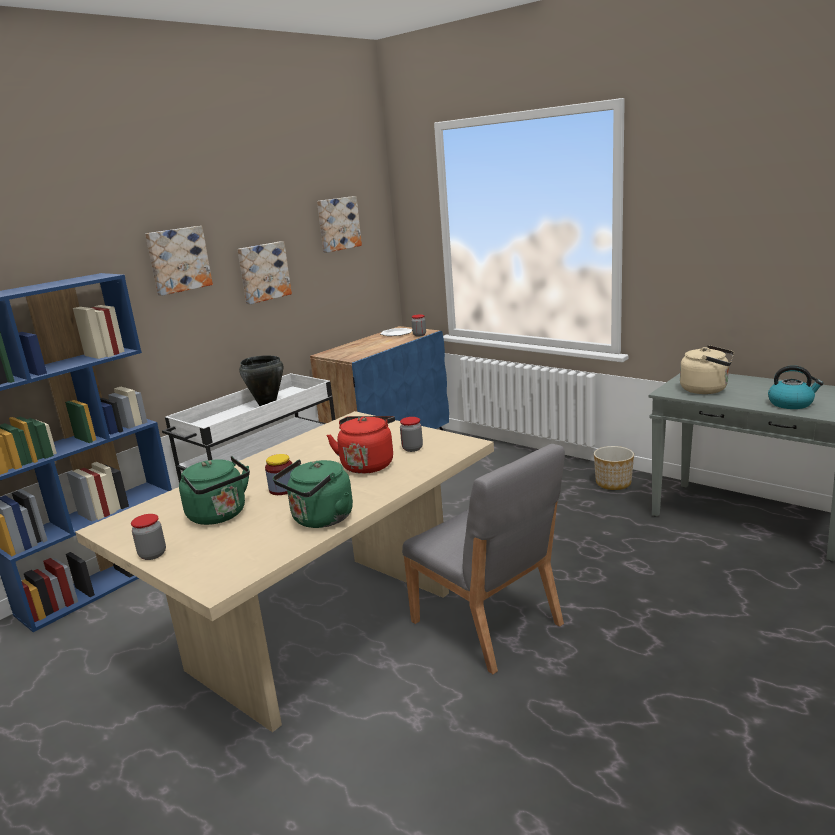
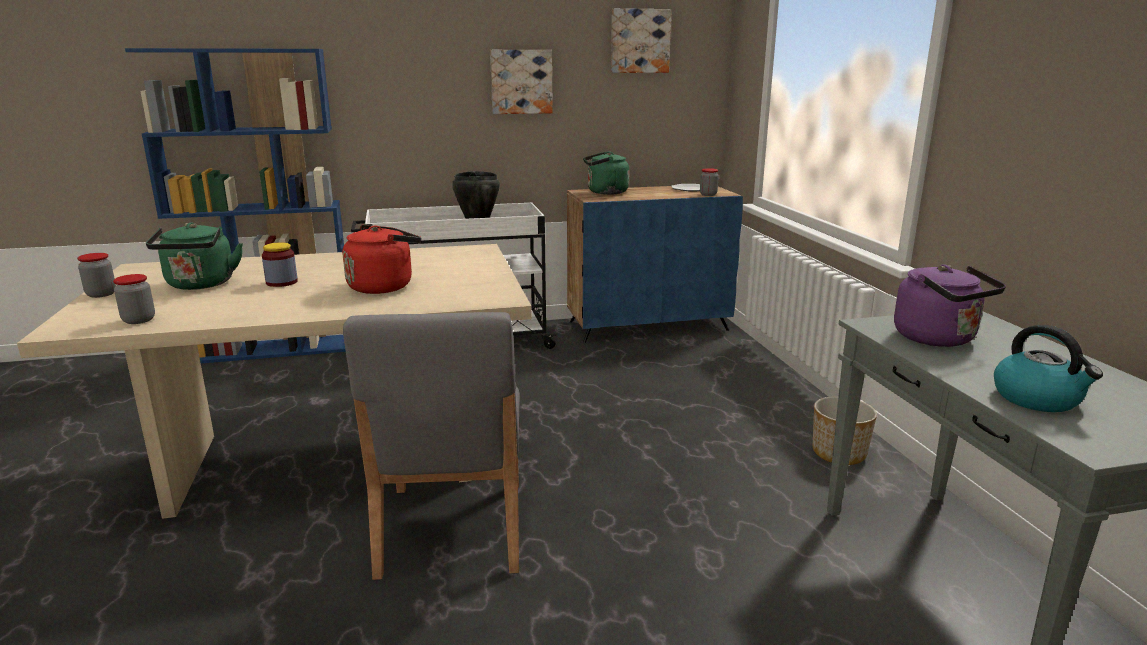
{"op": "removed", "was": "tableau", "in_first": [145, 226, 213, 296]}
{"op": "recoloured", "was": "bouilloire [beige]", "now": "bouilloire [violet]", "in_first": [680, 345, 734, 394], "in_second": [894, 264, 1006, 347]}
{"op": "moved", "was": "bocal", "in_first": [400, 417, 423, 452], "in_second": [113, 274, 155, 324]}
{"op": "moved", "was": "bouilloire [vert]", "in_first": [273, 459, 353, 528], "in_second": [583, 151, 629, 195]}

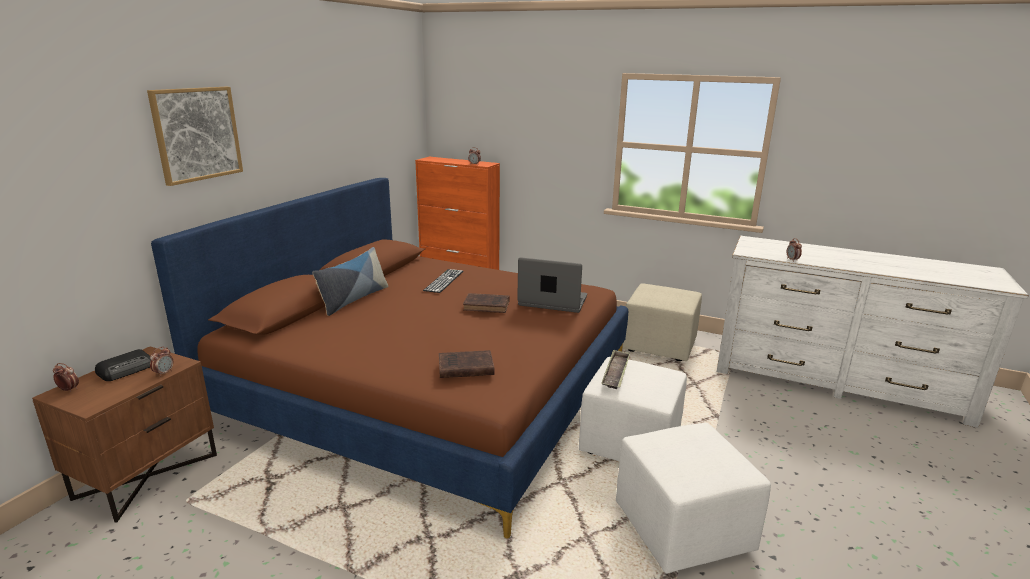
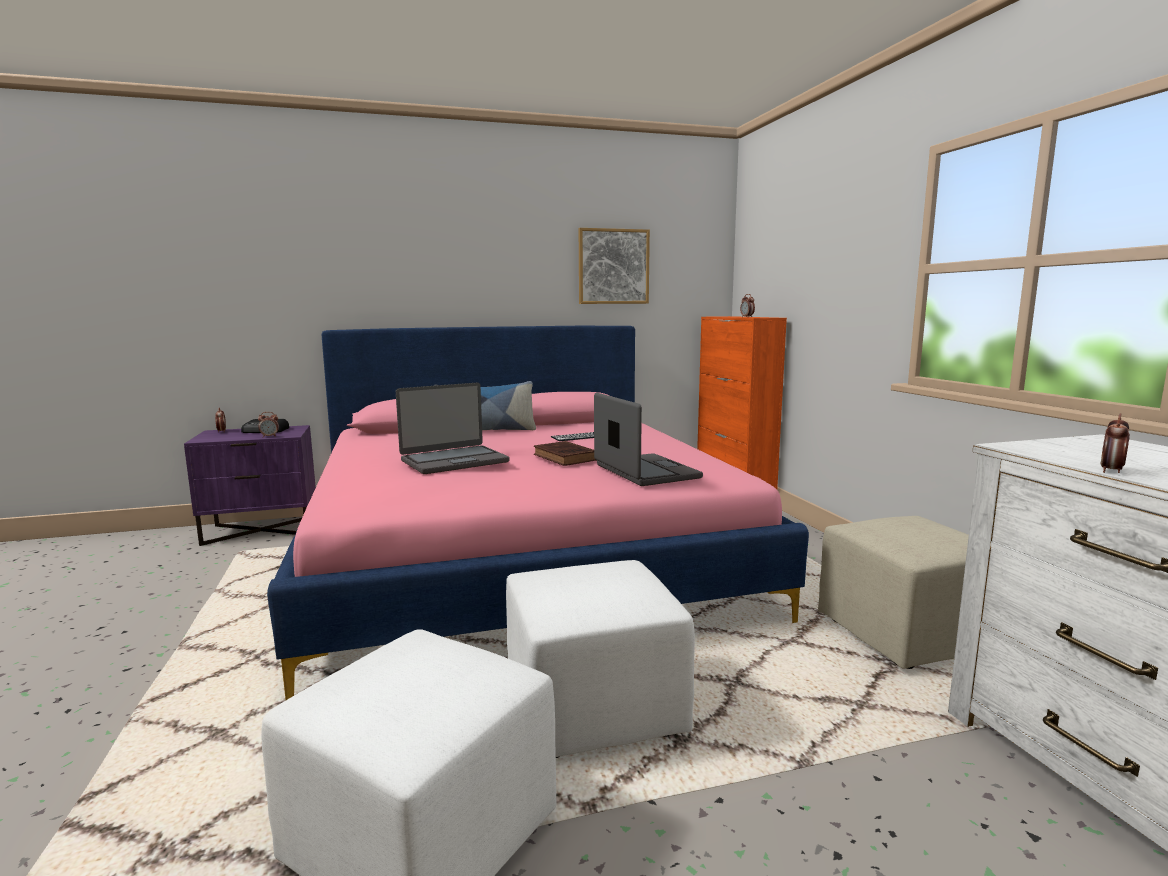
{"op": "moved", "was": "tableau", "in_first": [147, 87, 243, 186], "in_second": [579, 228, 650, 304]}
{"op": "recoloured", "was": "lit [marron]", "now": "lit [rose]", "in_first": [151, 178, 628, 539], "in_second": [267, 326, 809, 700]}
{"op": "recoloured", "was": "table de chevet [marron]", "now": "table de chevet [violet]", "in_first": [32, 346, 217, 522], "in_second": [184, 425, 316, 546]}
{"op": "removed", "was": "plateau", "in_first": [602, 349, 630, 389]}
{"op": "removed", "was": "livre [marron]", "in_first": [439, 350, 495, 378]}
{"op": "added", "now": "ordinateur portable", "in_second": [396, 383, 510, 474]}

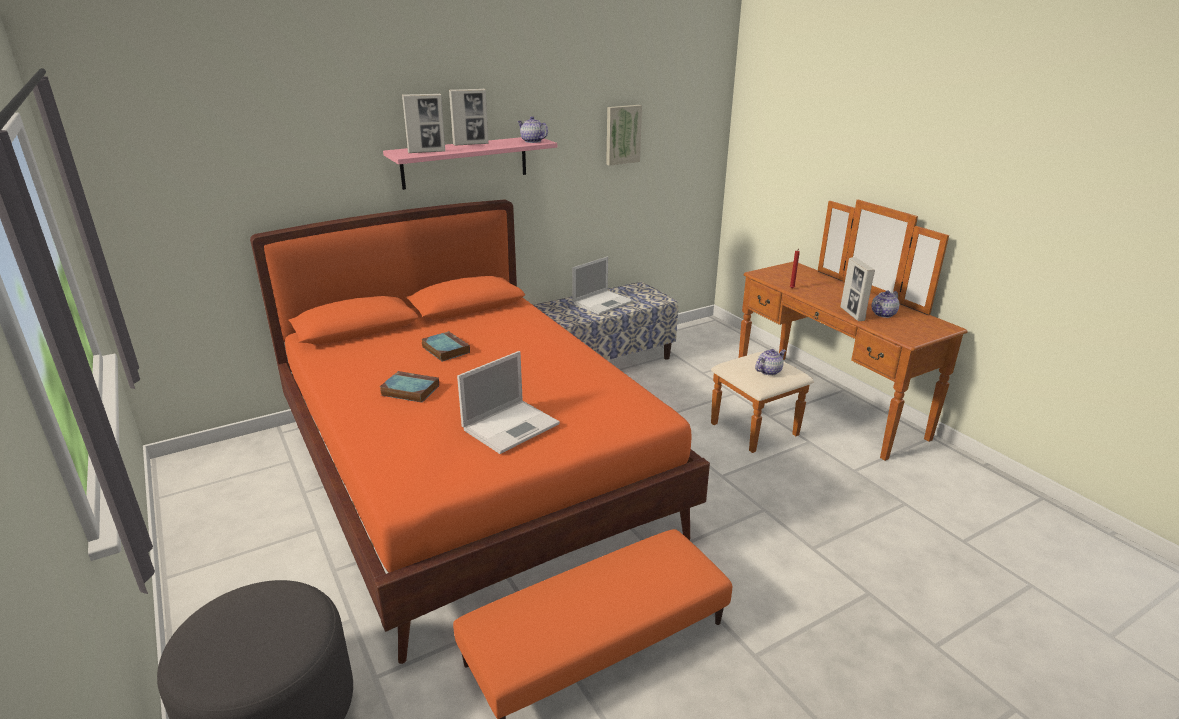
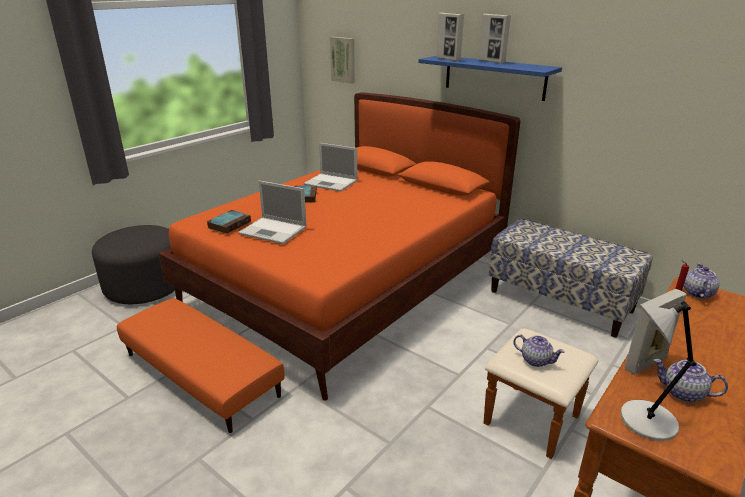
{"op": "moved", "was": "tableau", "in_first": [606, 105, 642, 166], "in_second": [330, 37, 355, 84]}
{"op": "moved", "was": "théière", "in_first": [517, 116, 548, 143], "in_second": [684, 263, 720, 299]}
{"op": "recoloured", "was": "étagère [rose]", "now": "étagère [bleu]", "in_first": [383, 137, 557, 190], "in_second": [418, 56, 562, 101]}
{"op": "moved", "was": "ordinateur portable", "in_first": [572, 256, 633, 315], "in_second": [303, 143, 358, 192]}
{"op": "moved", "was": "livre", "in_first": [422, 331, 470, 362], "in_second": [206, 210, 251, 234]}
{"op": "added", "now": "lampe de table [gris]", "in_second": [620, 301, 696, 441]}

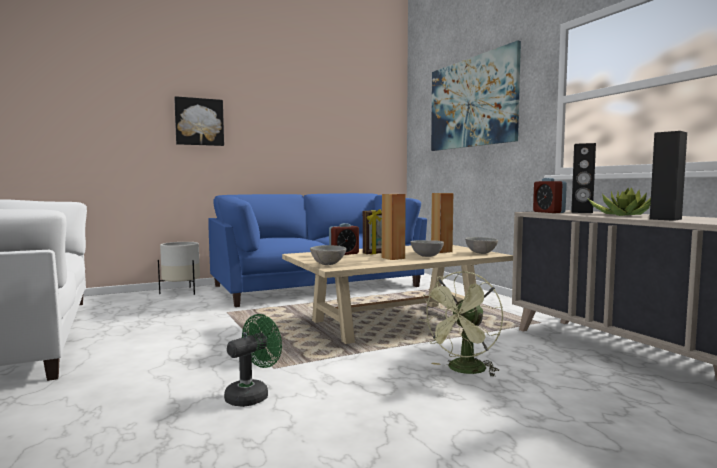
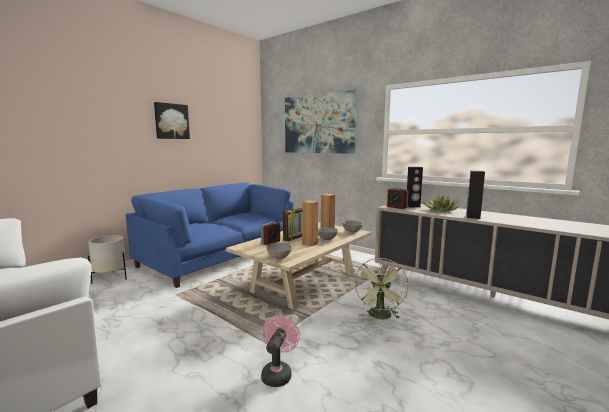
{"op": "moved", "was": "tableau", "in_first": [174, 96, 224, 146], "in_second": [154, 102, 190, 139]}
{"op": "recoloured", "was": "ventilateur [vert]", "now": "ventilateur [rose]", "in_first": [224, 314, 282, 407], "in_second": [261, 315, 300, 387]}

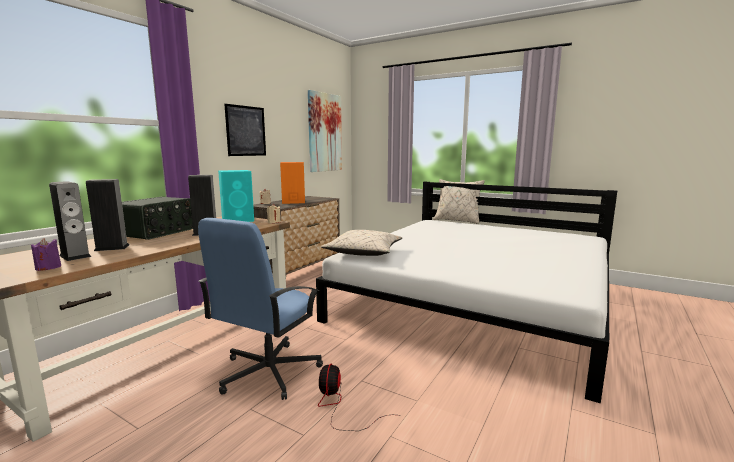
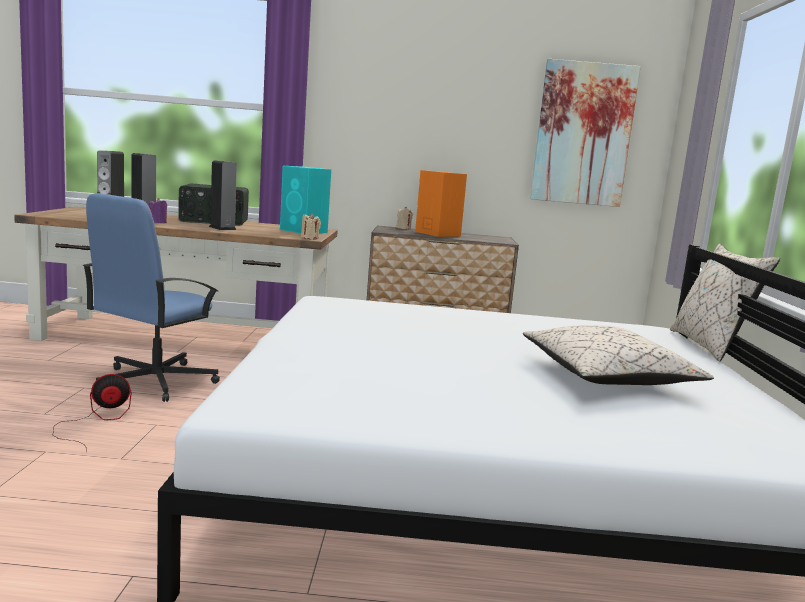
{"op": "removed", "was": "tableau", "in_first": [224, 104, 266, 156]}
{"op": "turned", "was": "chaise de bureau [bleu]", "in_first": [198, 218, 323, 400], "in_second": [82, 193, 220, 402], "clockwise": -60}
{"op": "moved", "was": "coussin [beige]", "in_first": [321, 230, 402, 256], "in_second": [523, 325, 714, 385]}
{"op": "moved", "was": "bougie [violet]", "in_first": [31, 238, 61, 271], "in_second": [149, 198, 167, 223]}

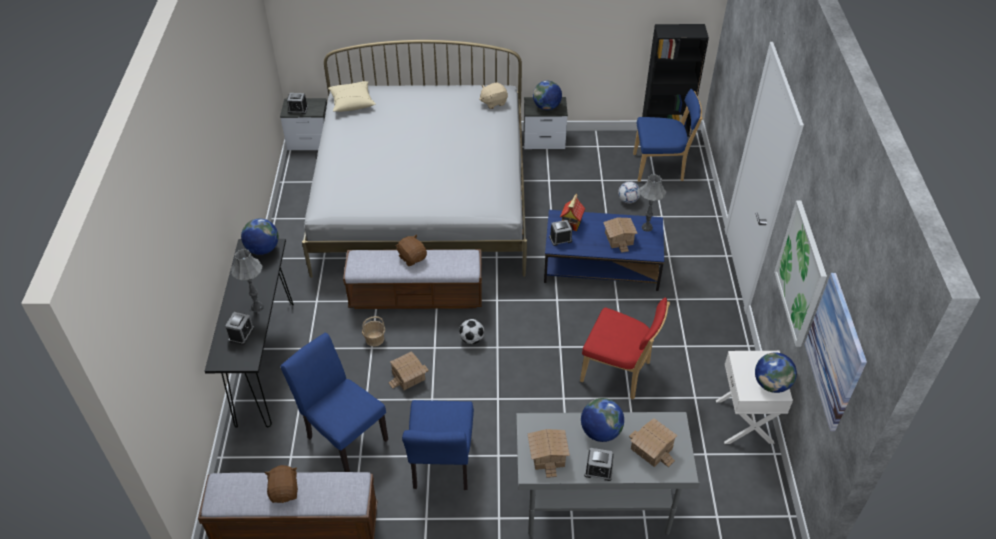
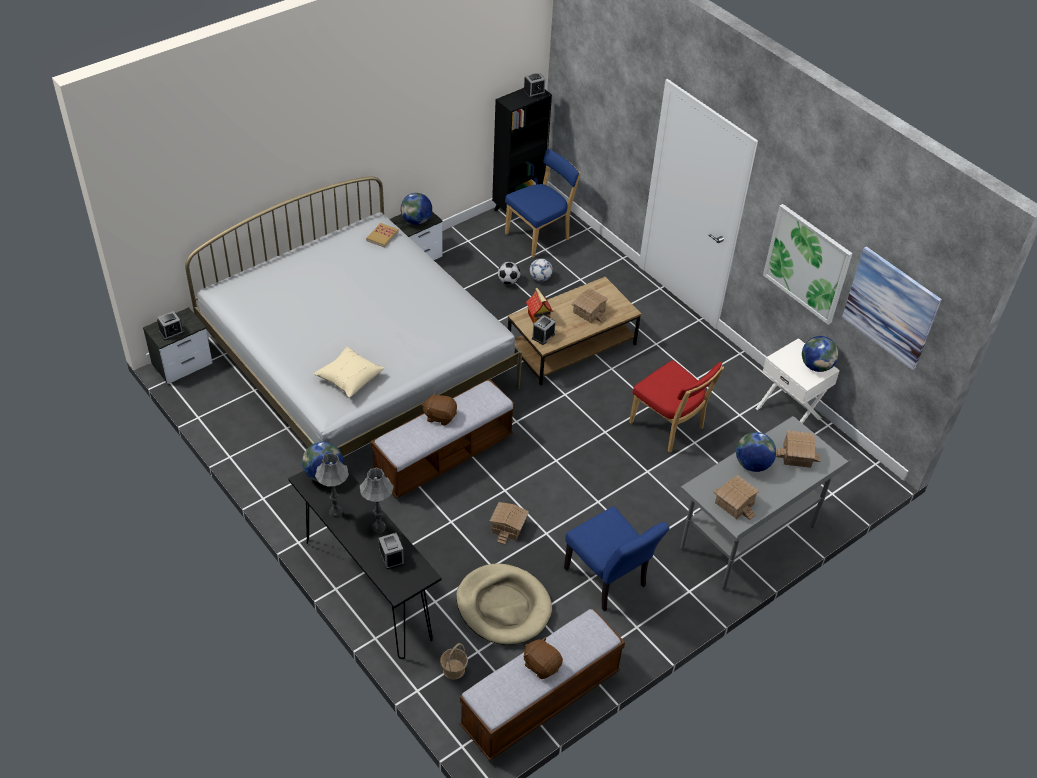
{"op": "moved", "was": "coussin [beige]", "in_first": [328, 81, 376, 112], "in_second": [314, 347, 384, 397]}
{"op": "replaced", "was": "peluche [beige]", "now": "livre", "in_first": [479, 82, 508, 109], "in_second": [366, 223, 399, 248]}
{"op": "moved", "was": "lampe de table [gris]", "in_first": [640, 174, 666, 232], "in_second": [315, 453, 349, 518]}
{"op": "recoloured", "was": "table basse [bleu]", "now": "table basse [marron]", "in_first": [544, 210, 664, 291], "in_second": [508, 277, 641, 386]}
{"op": "turned", "was": "chaise [rouge]", "in_first": [580, 297, 670, 400], "in_second": [629, 360, 724, 453], "clockwise": 60}
{"op": "moved", "was": "panier", "in_first": [362, 316, 385, 347], "in_second": [440, 643, 468, 680]}
{"op": "moved", "was": "ballon de foot", "in_first": [459, 319, 484, 344], "in_second": [498, 262, 520, 285]}
{"op": "replaced", "was": "chaise [bleu]", "now": "panier pour chien [beige]", "in_first": [280, 332, 388, 472], "in_second": [456, 563, 552, 645]}
{"op": "moved", "was": "réveil", "in_first": [584, 448, 614, 481], "in_second": [523, 72, 546, 98]}

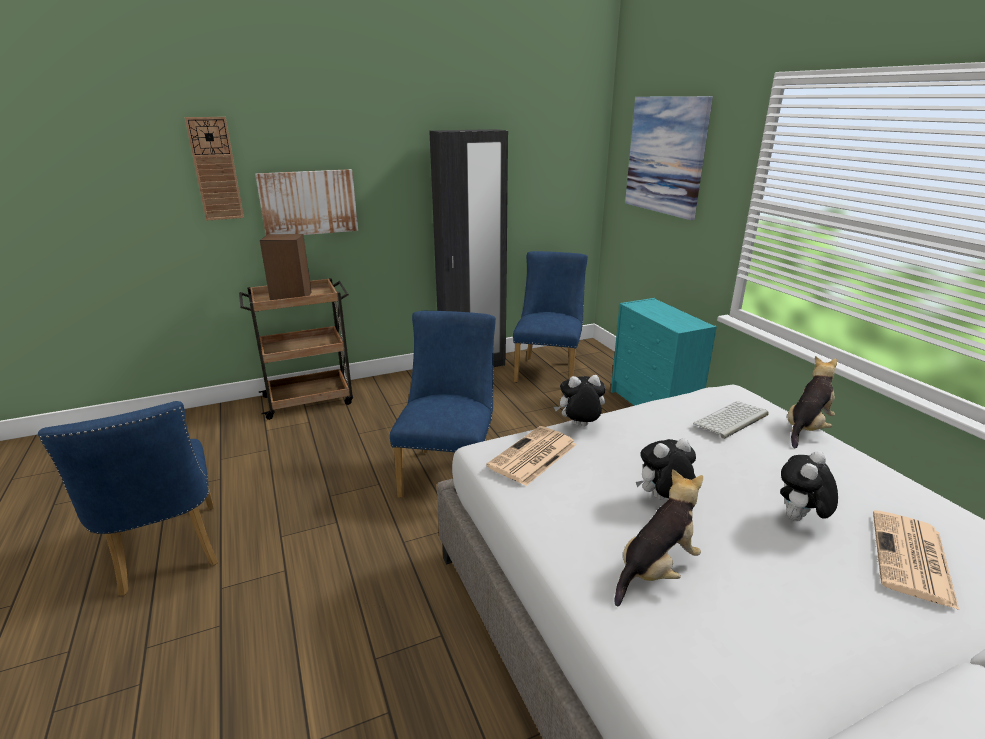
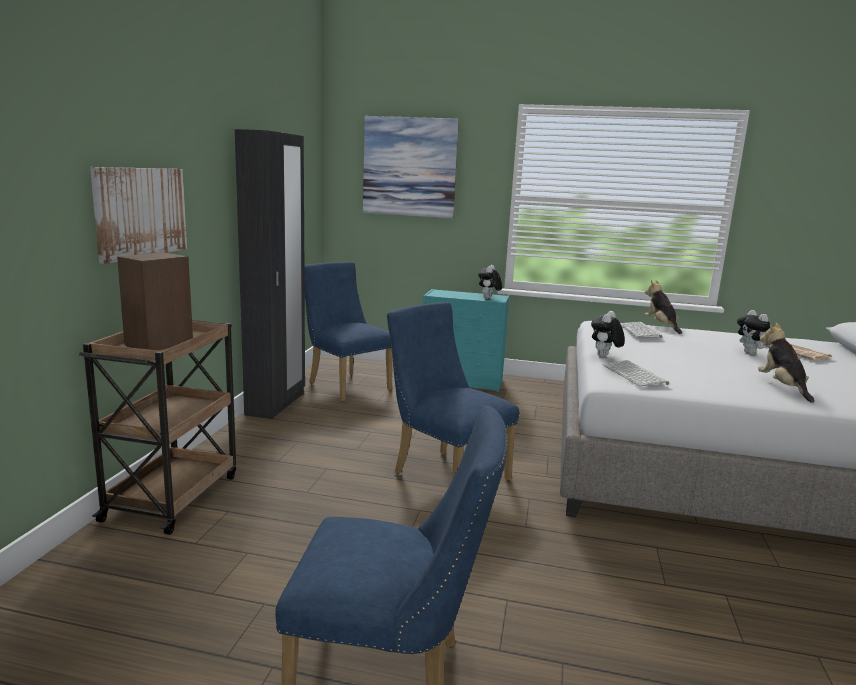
{"op": "removed", "was": "horloge murale", "in_first": [185, 117, 244, 221]}
{"op": "replaced", "was": "journal", "now": "clavier", "in_first": [486, 426, 577, 486], "in_second": [603, 360, 669, 386]}
{"op": "moved", "was": "peluche", "in_first": [636, 438, 696, 500], "in_second": [478, 265, 502, 299]}

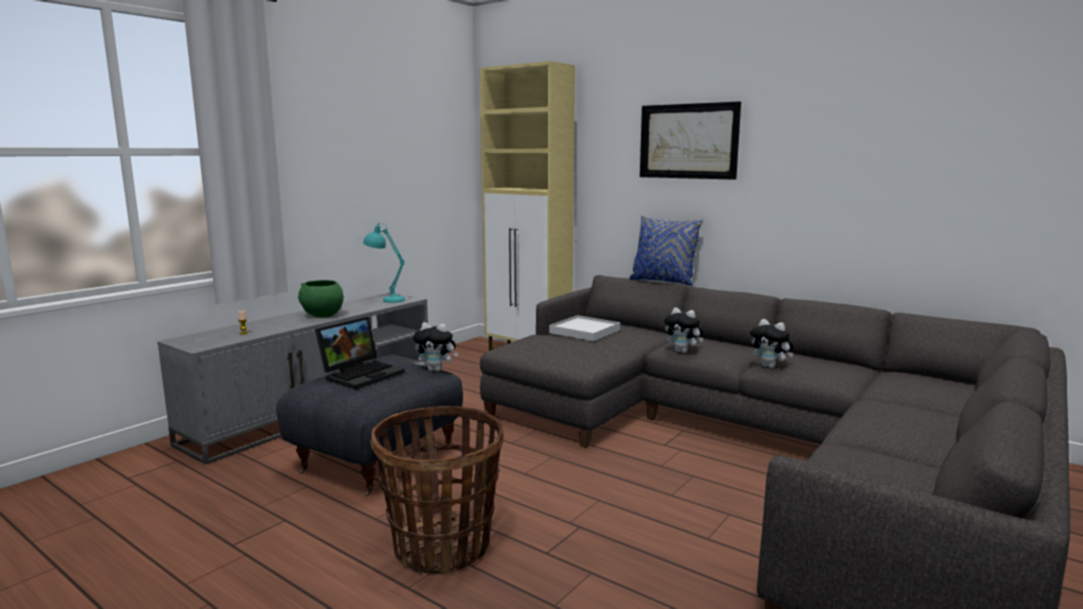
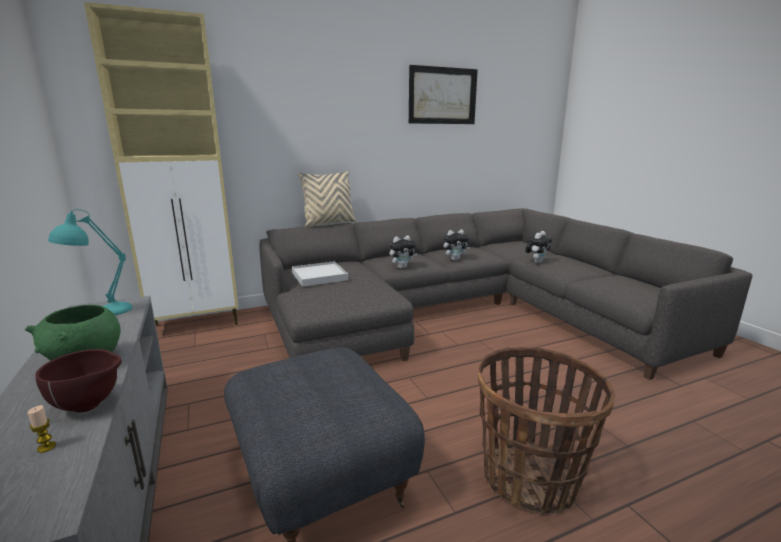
{"op": "moved", "was": "tableau", "in_first": [640, 102, 741, 180], "in_second": [409, 65, 478, 124]}
{"op": "recoloured", "was": "coussin [bleu]", "now": "coussin [beige]", "in_first": [629, 215, 703, 286], "in_second": [298, 171, 356, 228]}
{"op": "removed", "was": "ordinateur portable", "in_first": [315, 317, 405, 390]}
{"op": "moved", "was": "peluche", "in_first": [413, 322, 458, 371], "in_second": [525, 231, 552, 263]}
{"op": "added", "now": "bol [marron]", "in_second": [35, 349, 122, 413]}

